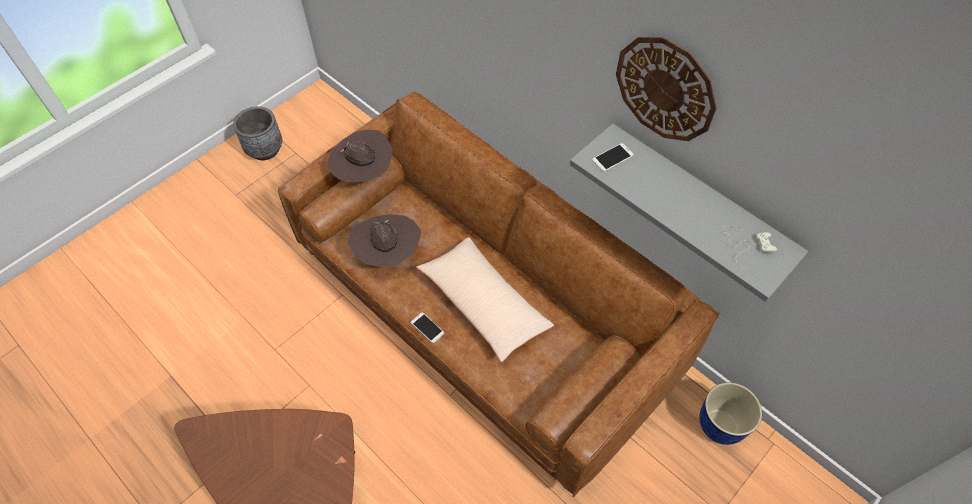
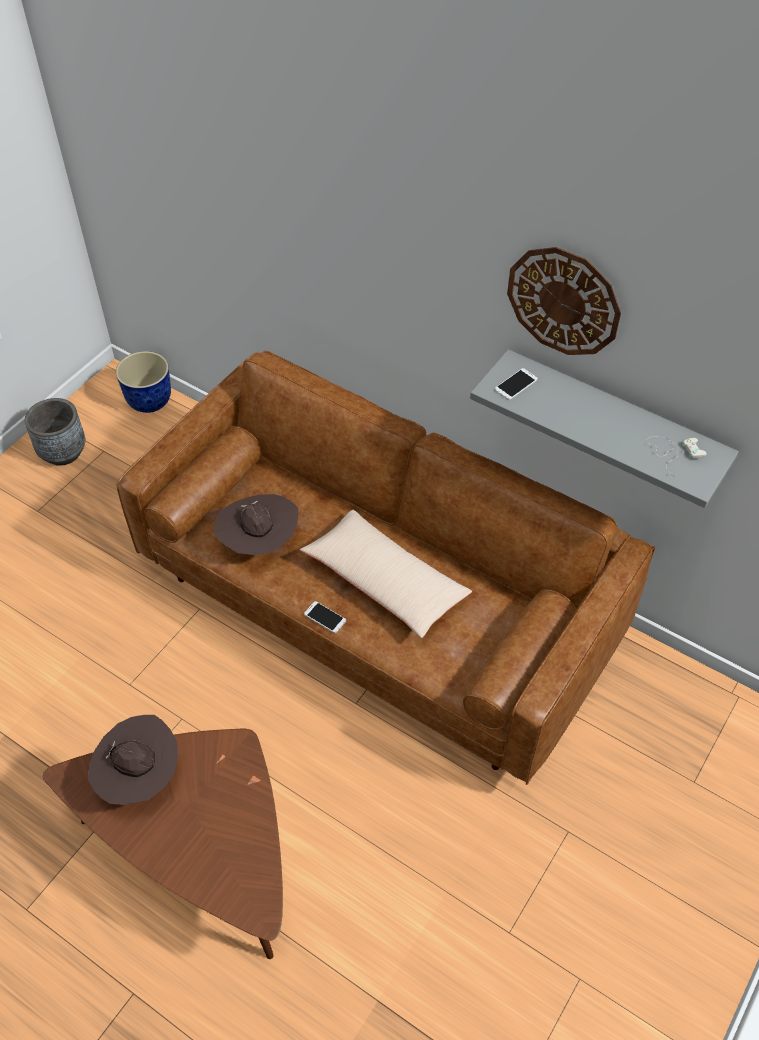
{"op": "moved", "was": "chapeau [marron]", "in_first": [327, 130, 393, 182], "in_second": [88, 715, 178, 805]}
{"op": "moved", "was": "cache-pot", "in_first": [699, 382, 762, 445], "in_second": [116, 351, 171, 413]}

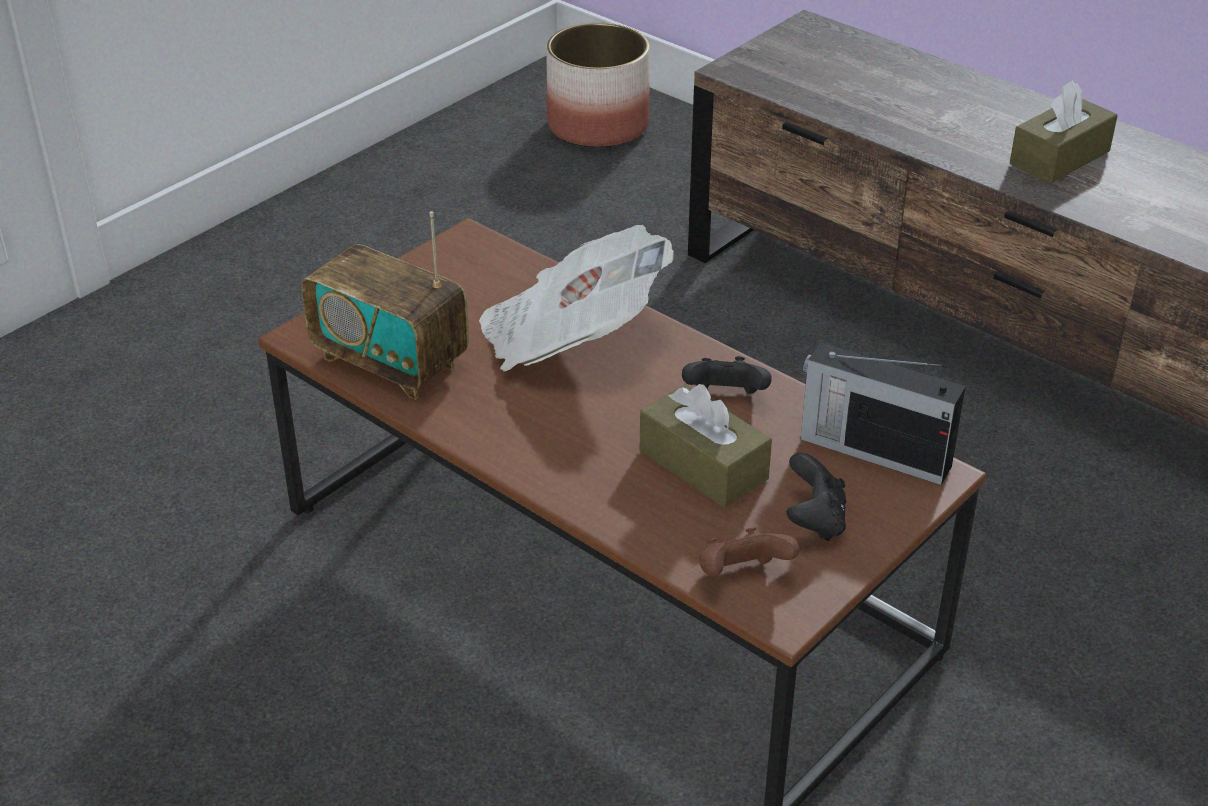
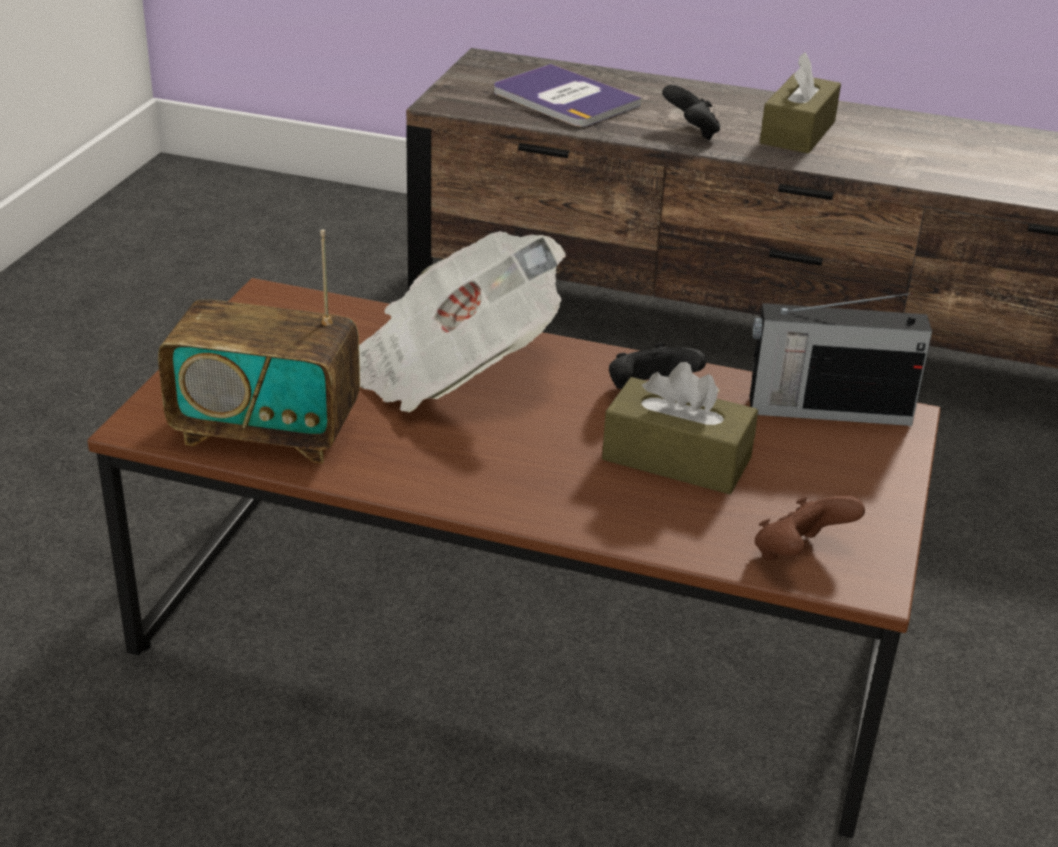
{"op": "removed", "was": "cache-pot", "in_first": [546, 23, 650, 147]}
{"op": "moved", "was": "manette [noir]", "in_first": [787, 453, 846, 541], "in_second": [662, 85, 720, 140]}
{"op": "added", "now": "livre", "in_second": [494, 64, 642, 127]}

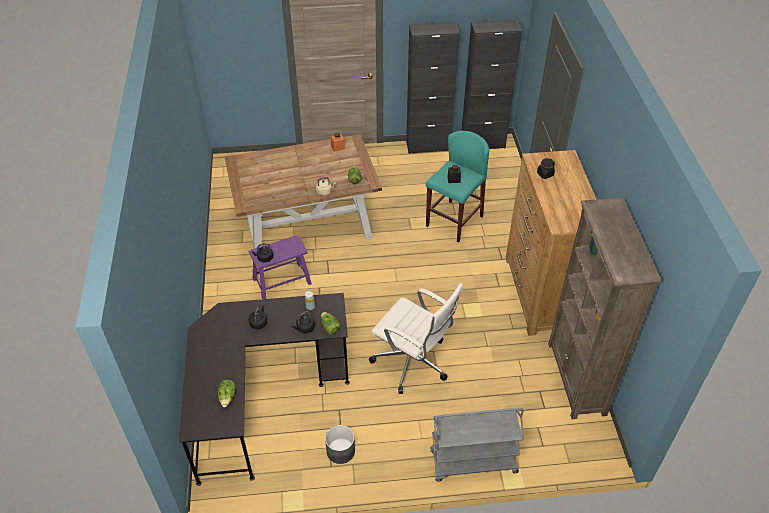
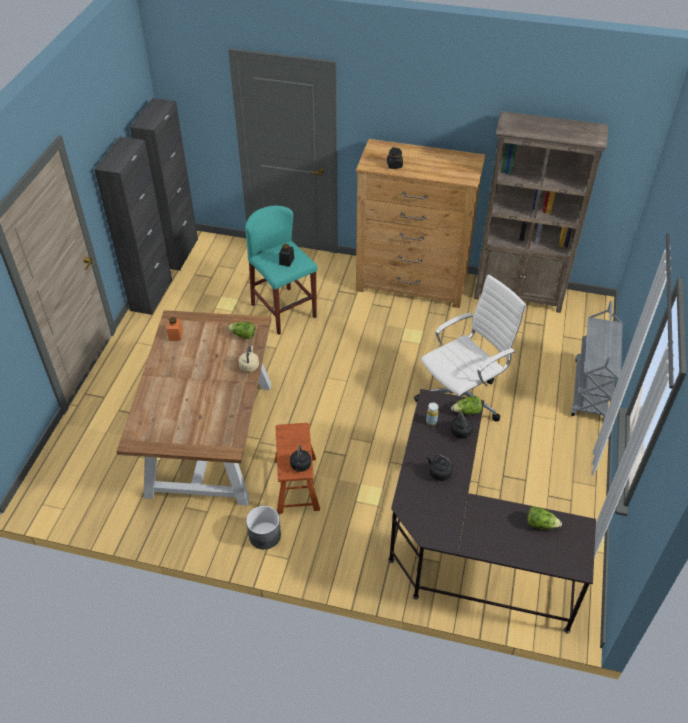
{"op": "recoloured", "was": "tabouret [violet]", "now": "tabouret [marron]", "in_first": [249, 235, 312, 299], "in_second": [275, 423, 320, 514]}
{"op": "moved", "was": "cache-pot [gris]", "in_first": [325, 425, 355, 464], "in_second": [246, 506, 281, 549]}

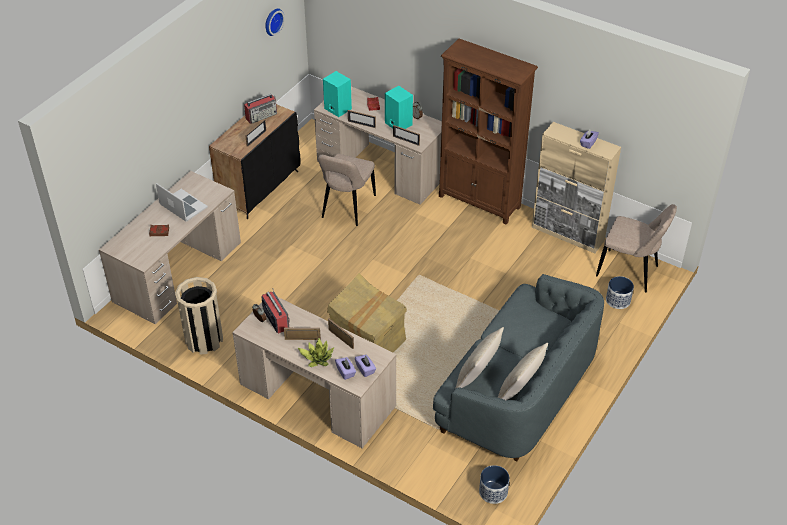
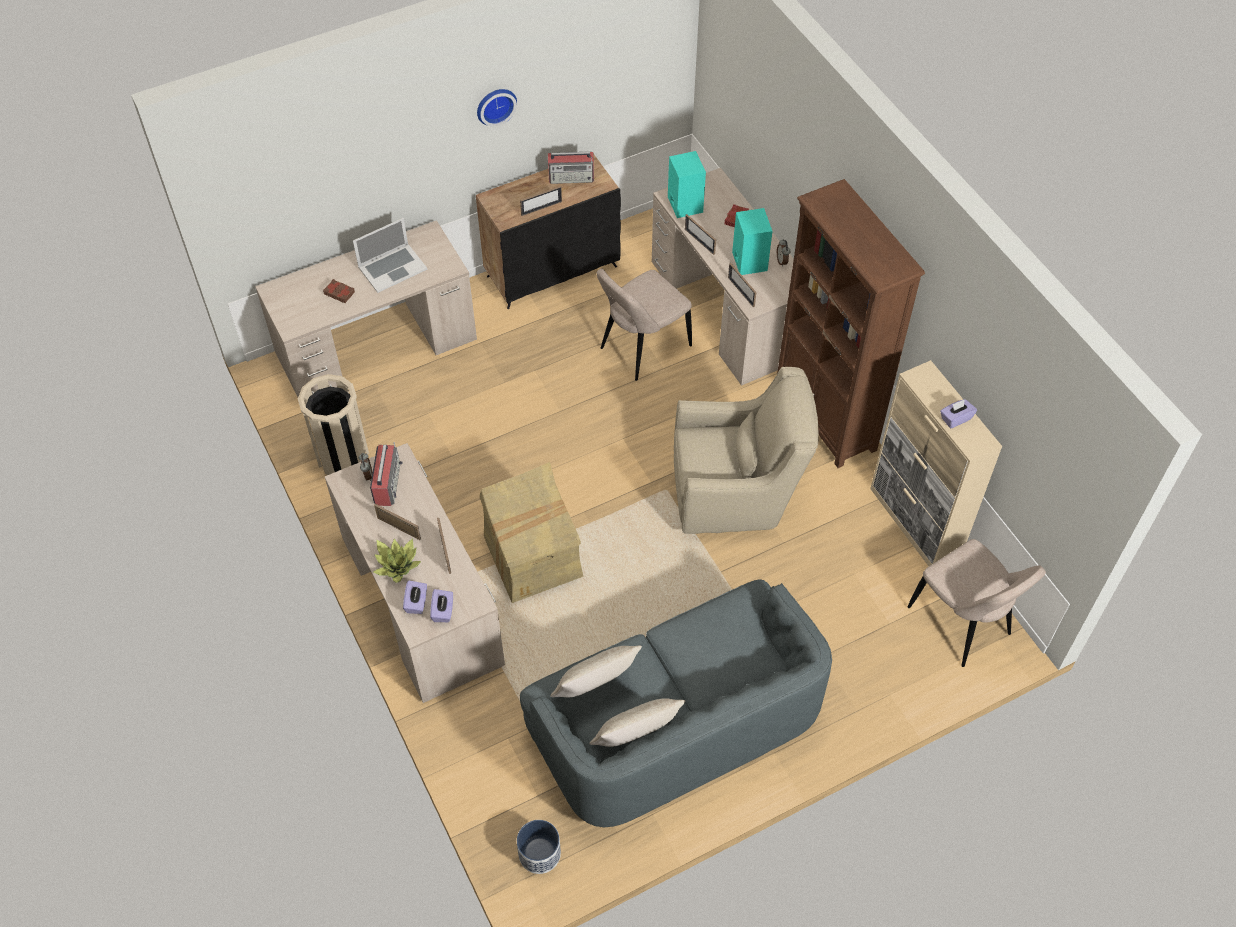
{"op": "moved", "was": "horloge murale", "in_first": [265, 9, 285, 36], "in_second": [477, 89, 517, 126]}
{"op": "turned", "was": "ordinateur portable", "in_first": [156, 183, 208, 222], "in_second": [353, 218, 427, 293], "clockwise": 75}
{"op": "removed", "was": "cache-pot", "in_first": [606, 276, 634, 309]}
{"op": "added", "now": "fauteuil [beige]", "in_second": [674, 367, 818, 534]}

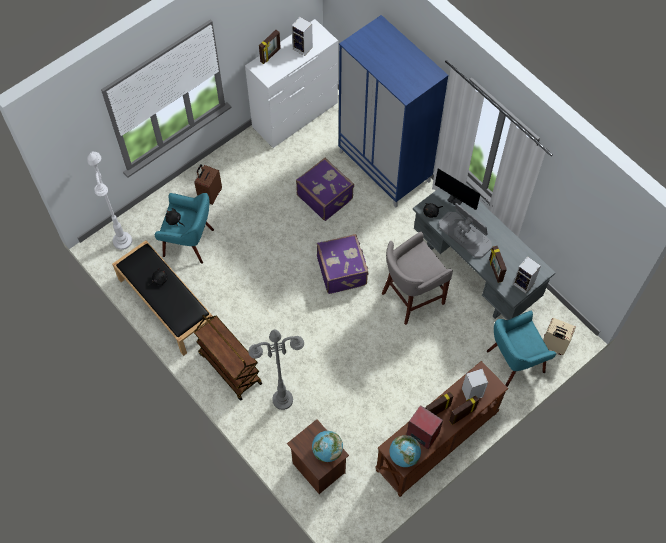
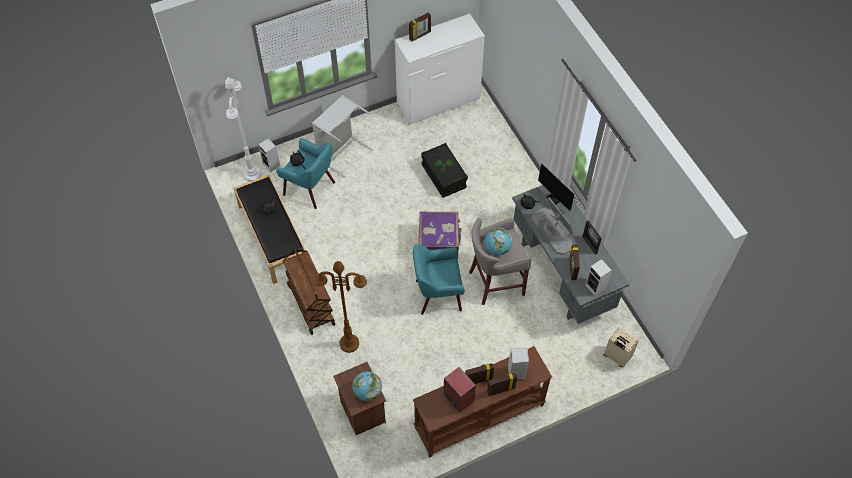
{"op": "removed", "was": "armoire [bleu]", "in_first": [338, 15, 448, 208]}
{"op": "moved", "was": "enceinte", "in_first": [291, 17, 313, 56], "in_second": [258, 138, 280, 172]}
{"op": "replaced", "was": "valise [violet]", "now": "boîte de rangement [noir]", "in_first": [296, 158, 354, 221], "in_second": [421, 143, 468, 198]}
{"op": "replaced", "was": "valise [marron]", "now": "panier à linge [gris]", "in_first": [194, 164, 222, 205], "in_second": [312, 95, 373, 178]}
{"op": "moved", "was": "fauteuil [turquoise]", "in_first": [487, 311, 556, 387], "in_second": [413, 244, 465, 315]}
{"op": "recoloured", "was": "lampadaire [gris]", "now": "lampadaire [marron]", "in_first": [248, 330, 304, 410], "in_second": [314, 261, 367, 353]}
{"op": "moved", "was": "globe", "in_first": [389, 435, 421, 467], "in_second": [485, 228, 512, 255]}
{"op": "added", "now": "cadre photo", "in_second": [583, 220, 602, 255]}

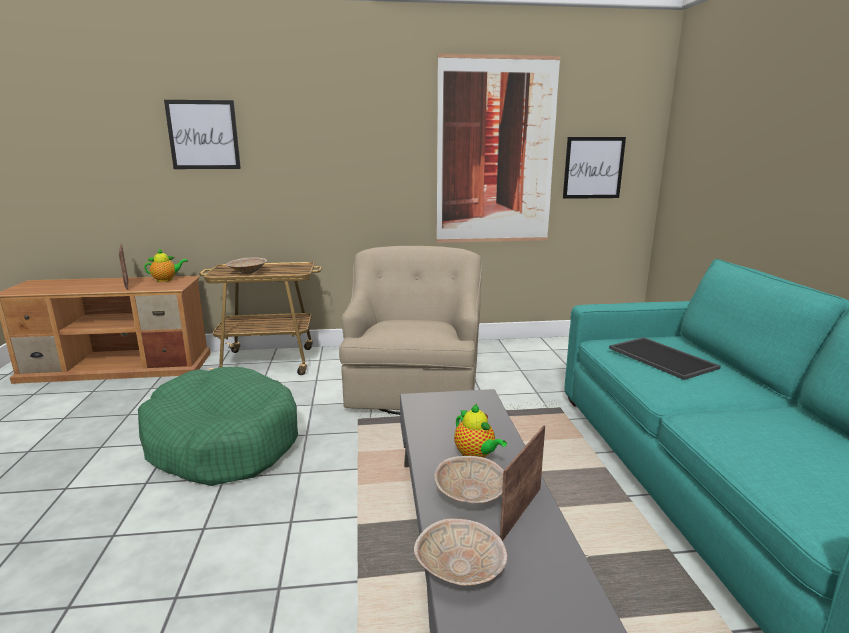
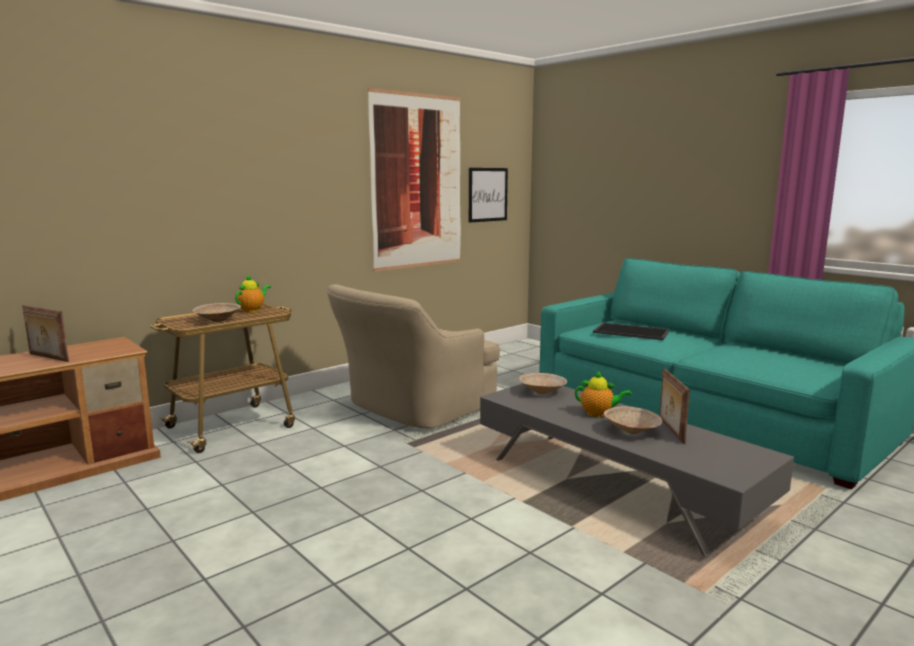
{"op": "removed", "was": "tableau", "in_first": [164, 100, 241, 169]}
{"op": "turned", "was": "fauteuil [beige]", "in_first": [339, 246, 482, 415], "in_second": [327, 284, 500, 428], "clockwise": -105}
{"op": "moved", "was": "théière", "in_first": [144, 248, 188, 282], "in_second": [235, 275, 271, 312]}
{"op": "removed", "was": "panier pour chien [vert]", "in_first": [138, 367, 298, 486]}
{"op": "moved", "was": "bol [beige]", "in_first": [414, 518, 507, 586], "in_second": [519, 373, 567, 394]}

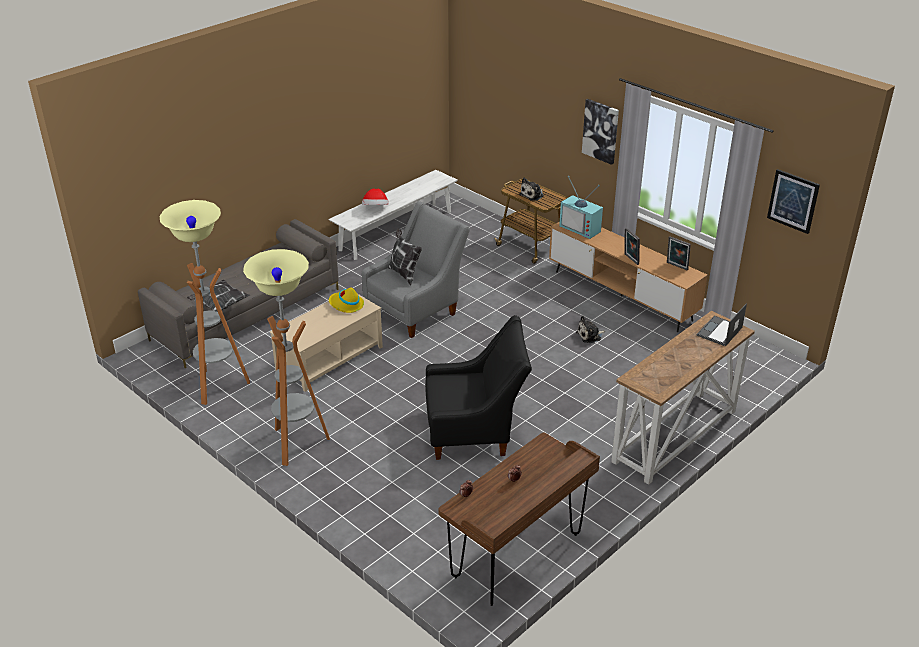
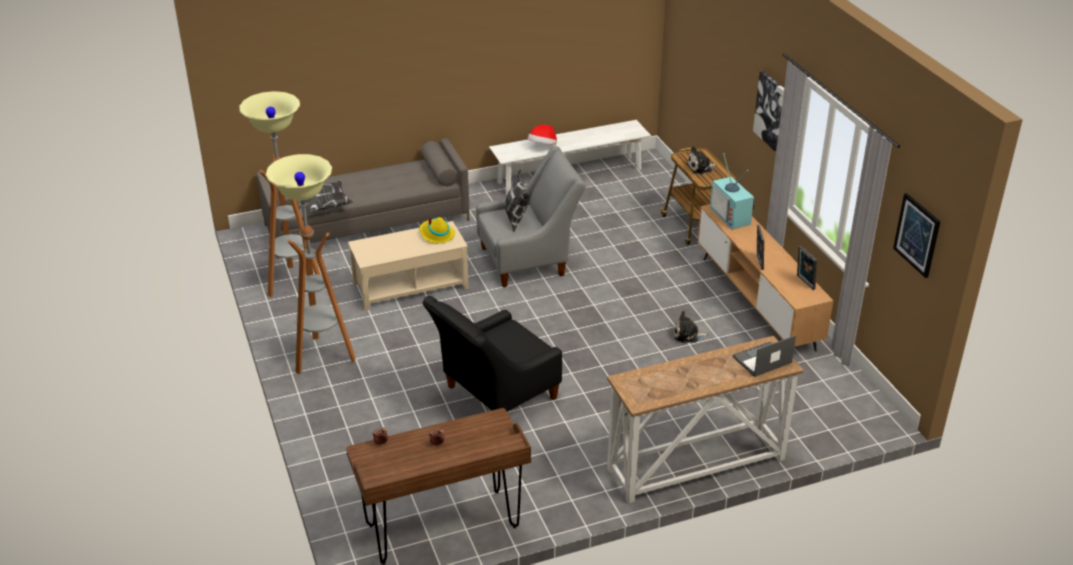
{"op": "turned", "was": "fauteuil [noir]", "in_first": [425, 315, 532, 460], "in_second": [422, 296, 562, 412], "clockwise": 120}

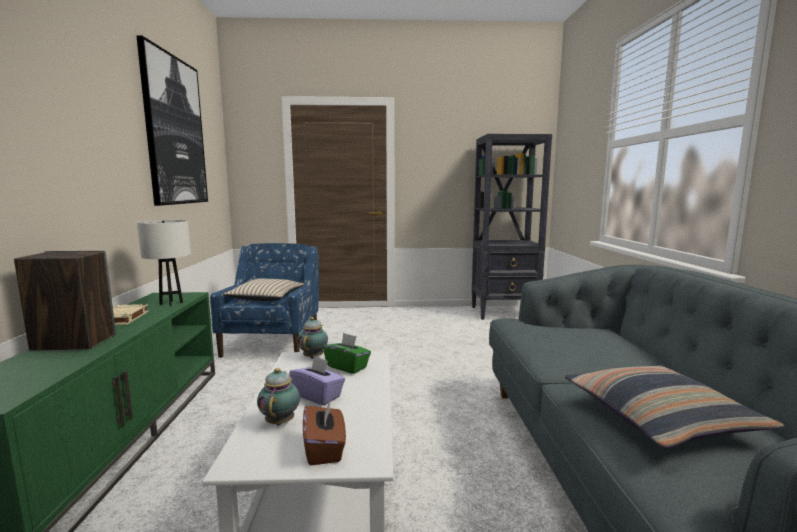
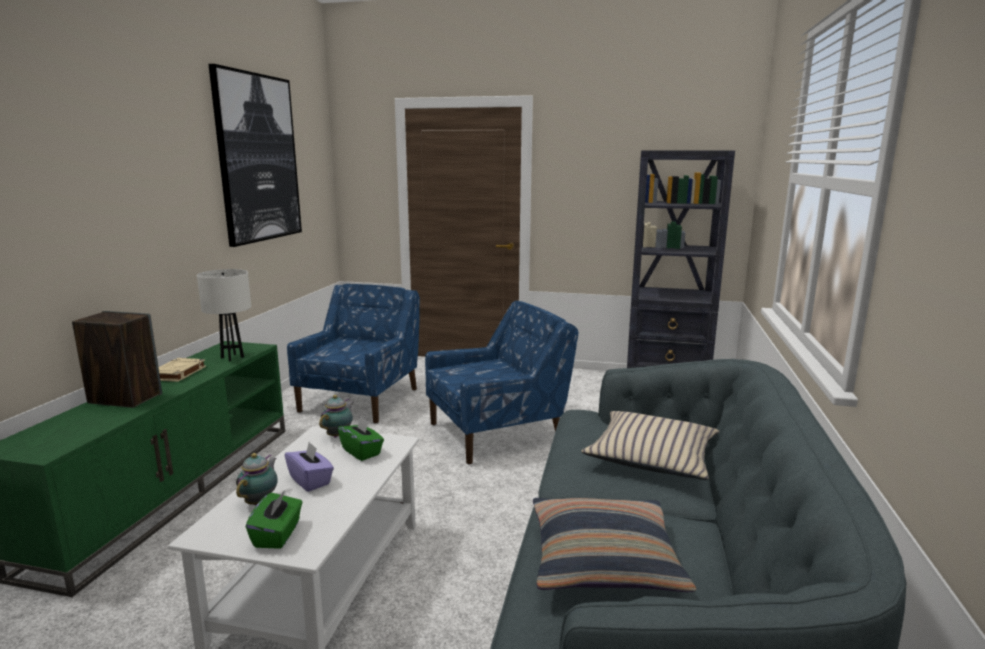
{"op": "moved", "was": "coussin [beige]", "in_first": [223, 279, 305, 301], "in_second": [581, 411, 719, 480]}
{"op": "recoloured", "was": "boîte à mouchoirs [marron]", "now": "boîte à mouchoirs [vert]", "in_first": [303, 400, 346, 466], "in_second": [246, 490, 303, 549]}
{"op": "added", "now": "fauteuil [bleu]", "in_second": [425, 301, 578, 464]}

